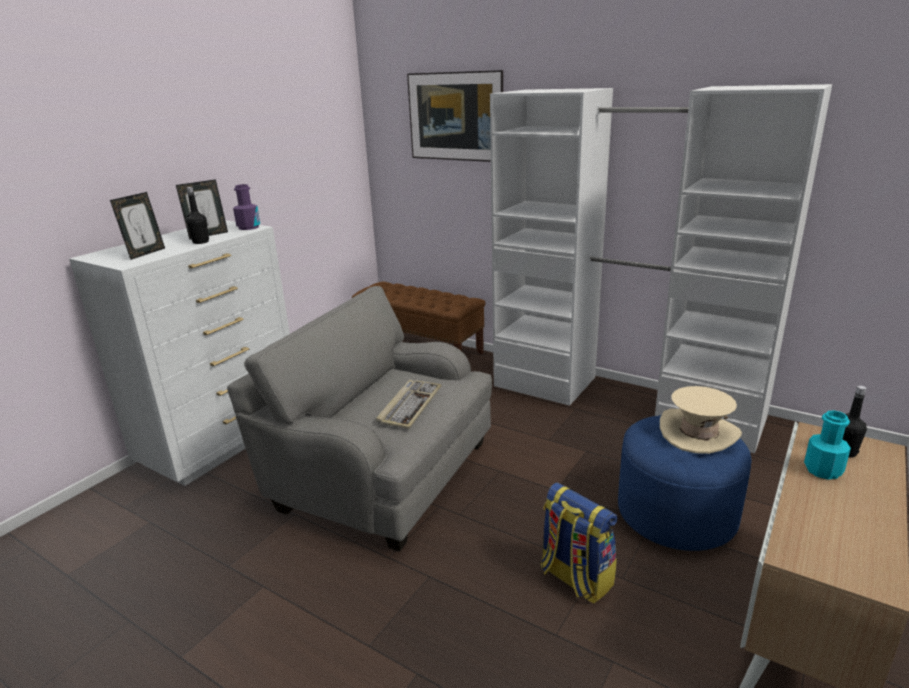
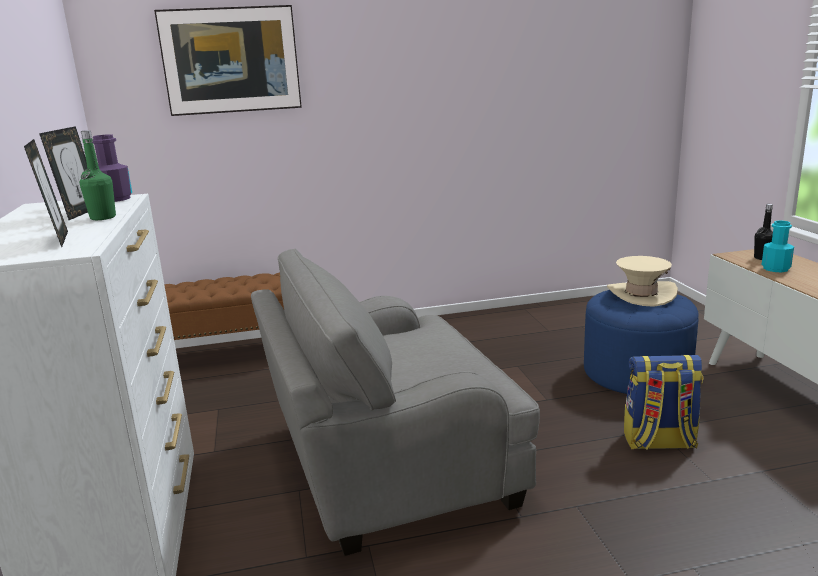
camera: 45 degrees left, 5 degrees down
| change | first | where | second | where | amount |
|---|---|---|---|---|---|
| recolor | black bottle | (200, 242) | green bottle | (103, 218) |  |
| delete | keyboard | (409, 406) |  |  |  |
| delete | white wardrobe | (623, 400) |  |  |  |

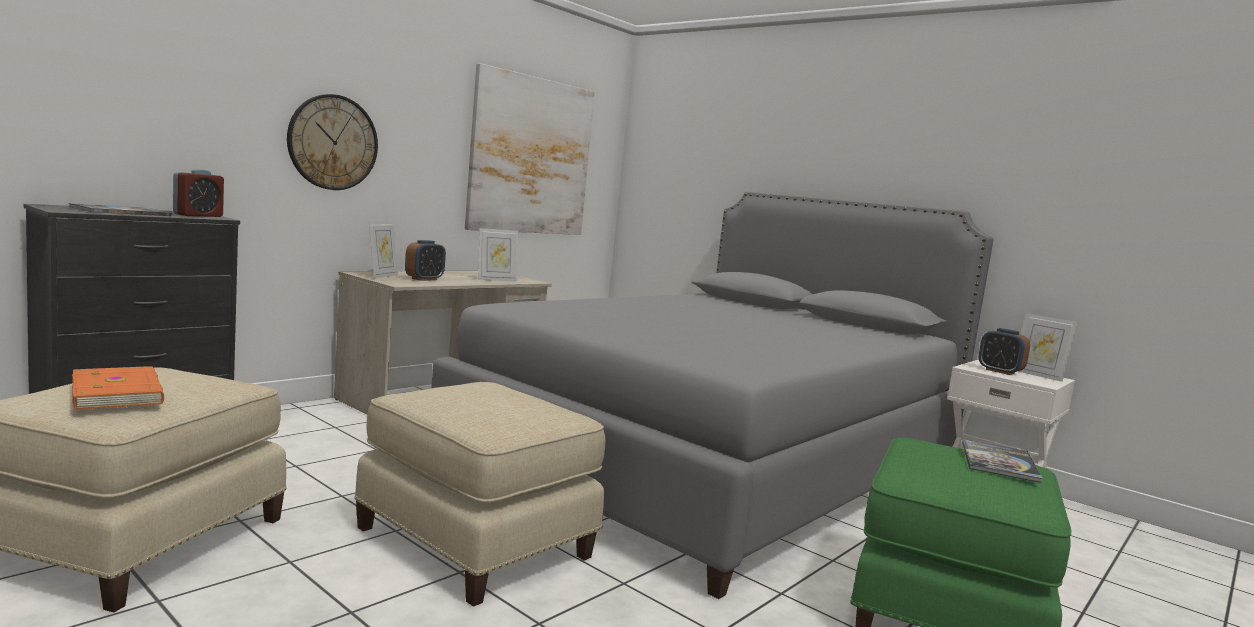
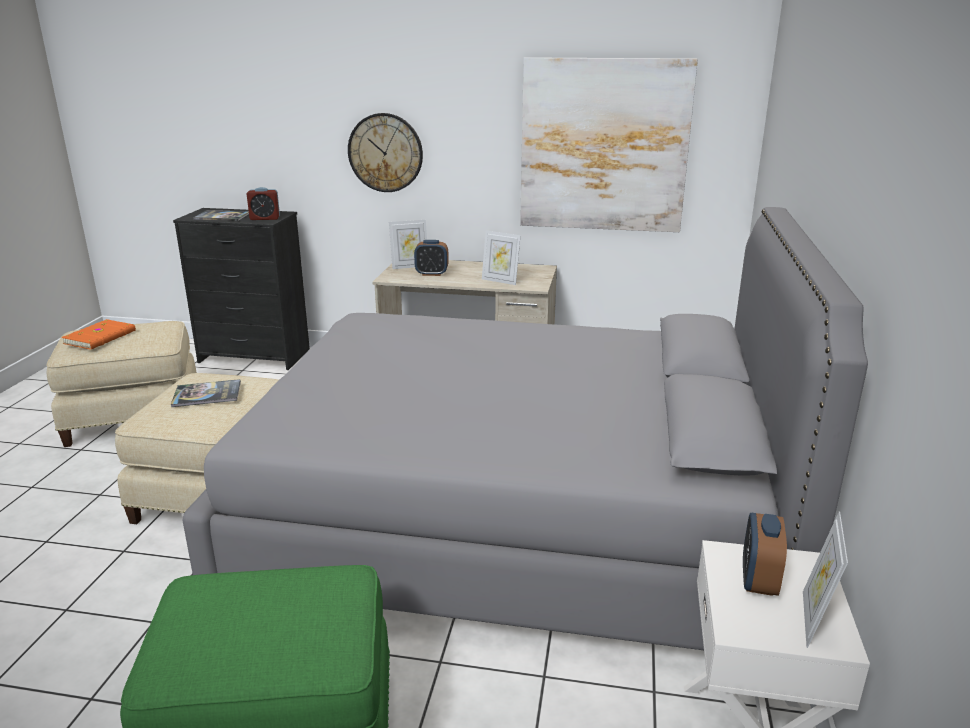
camera: 60 degrees right, 15 degrees up
| change | first | where | second | where | amount |
|---|---|---|---|---|---|
| move | book | (999, 462) |  | (207, 394) |  |

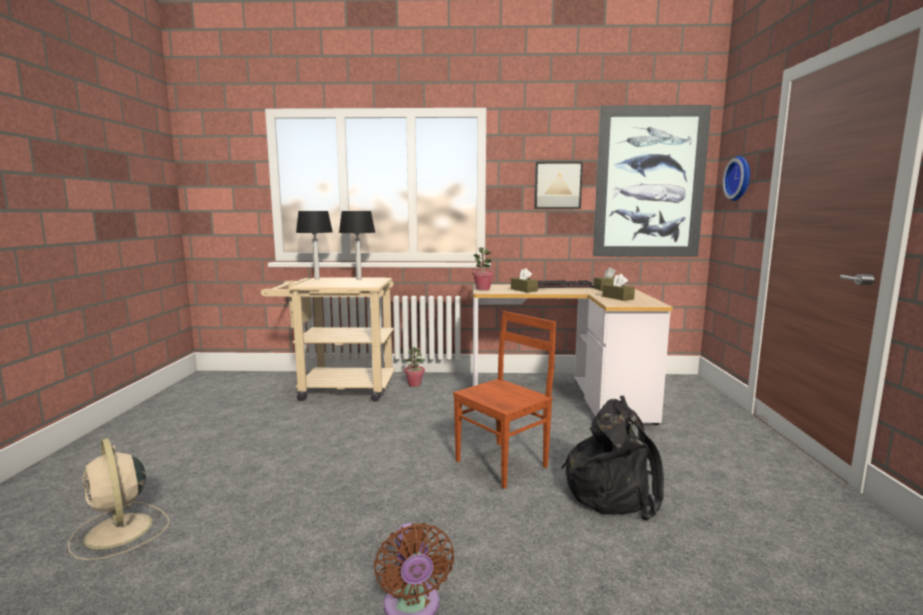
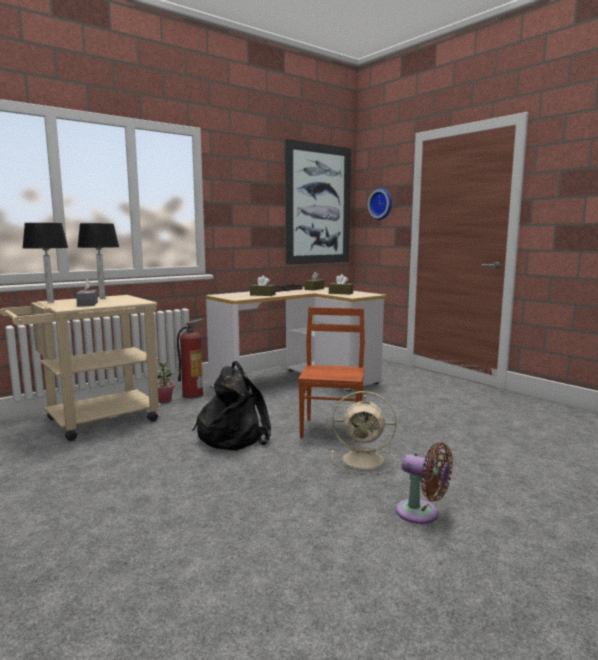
camera: 40 degrees left, 0 degrees up
| change | first | where | second | where | amount |
|---|---|---|---|---|---|
| move | beige fan | (119, 532) |  | (365, 460) |  |
| delete | potted plant | (483, 289) |  |  |  |
| delete | picture | (557, 185) |  |  |  |
| move | black backpack | (613, 491) |  | (233, 436) |  |
| insert |  |  | grey tissue box | (87, 304) |  |
| insert |  |  | fire extinguisher | (192, 395) |  |

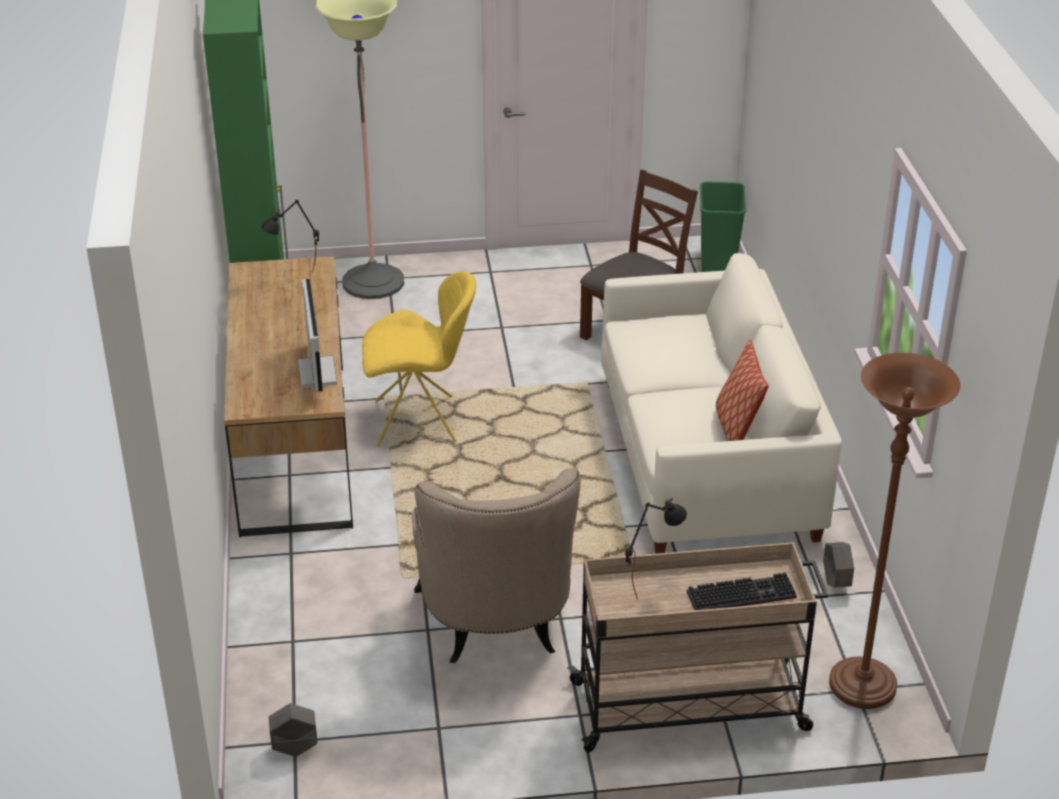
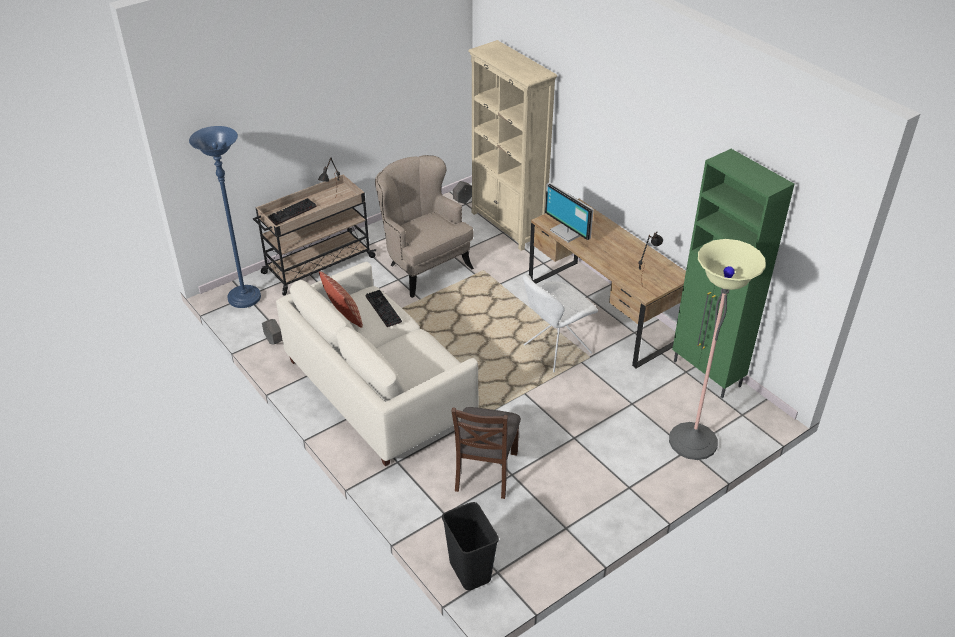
camera: 150 degrees right, 5 degrees up
| change | first | where | second | where | amount |
|---|---|---|---|---|---|
| recolor | yellow chair | (420, 421) | white chair | (555, 350) |  |
| recolor | green trash can | (716, 266) | black trash can | (471, 571) |  |
| recolor | brown floor lamp | (862, 686) | blue floor lamp | (244, 298) |  |
| insert |  |  | keyboard | (382, 309) |  |
| insert |  |  | beige bookcase | (508, 226) |  |

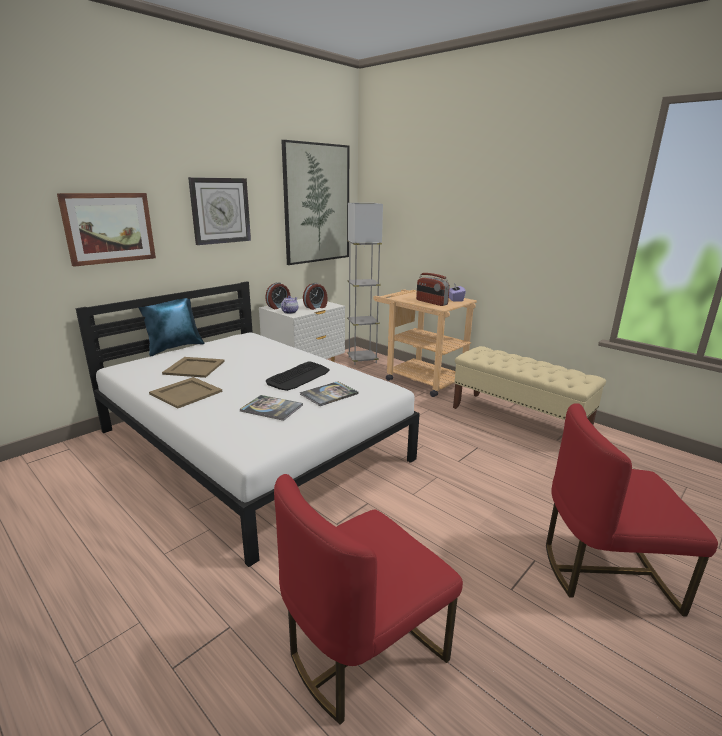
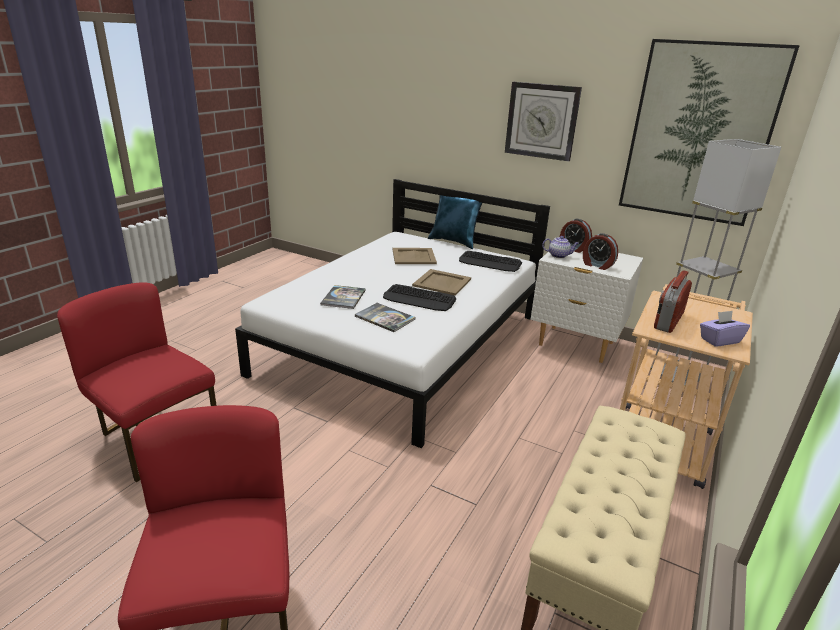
camera: 75 degrees right, 5 degrees up
| change | first | where | second | where | amount |
|---|---|---|---|---|---|
| delete | picture | (109, 228) |  |  |  |
| move | beige tray | (186, 392) |  | (442, 283) |  |
| insert |  |  | keyboard | (490, 262) |  |

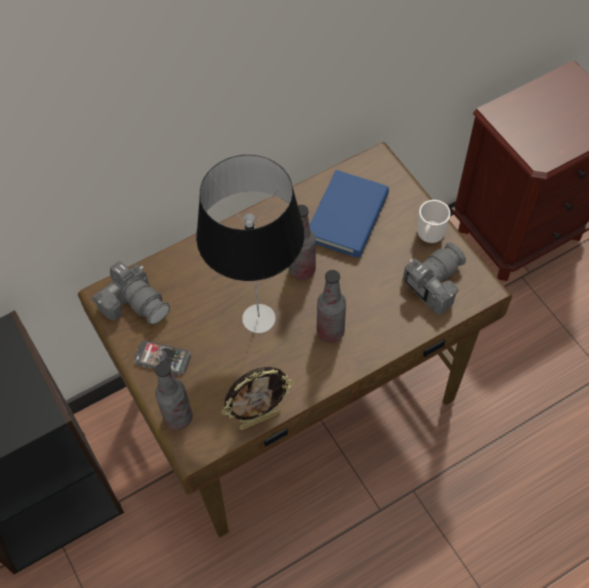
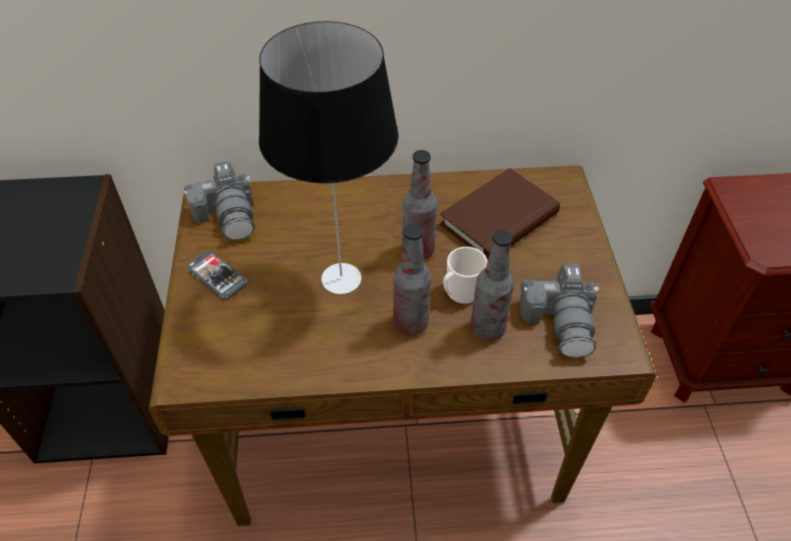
camera: 25 degrees right, 10 degrees down
| change | first | where | second | where | amount |
|---|---|---|---|---|---|
| move | bottle | (178, 417) |  | (487, 329) |  |
| delete | picture frame | (259, 419) |  |  |  |
| recolor | blue book | (347, 217) | brown book | (499, 219) |  |
| rotate | photo camera | (433, 283) |  | (561, 321) | 105 degrees clockwise |
| move | mug | (429, 235) |  | (460, 293) |  |

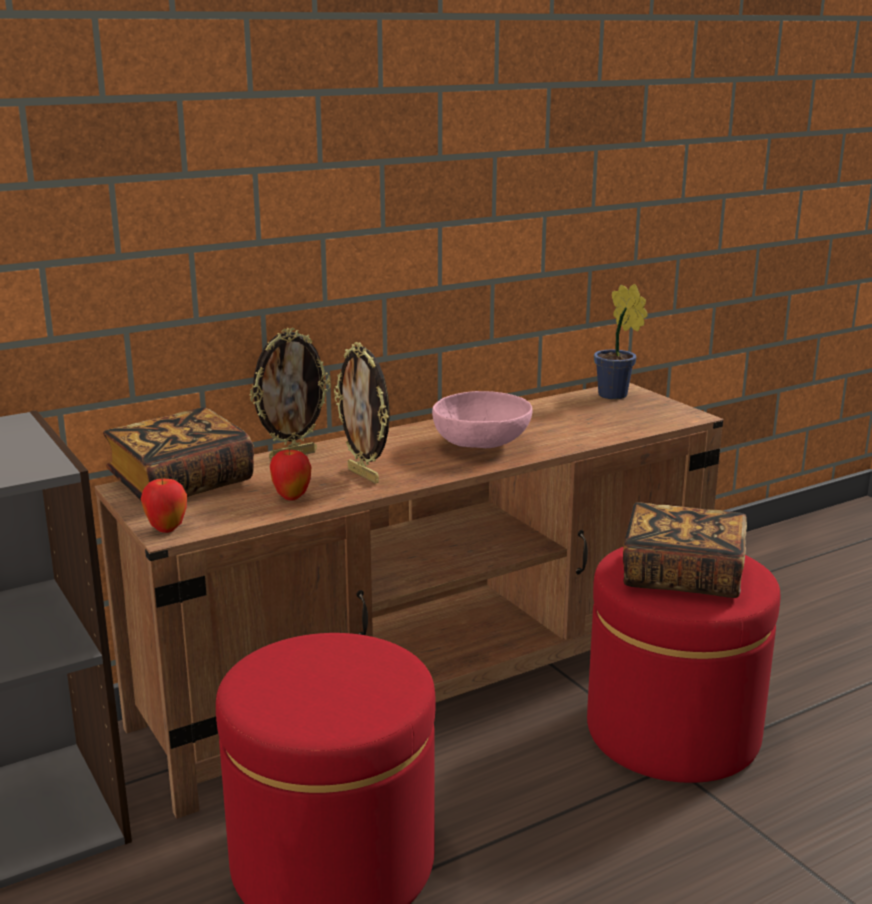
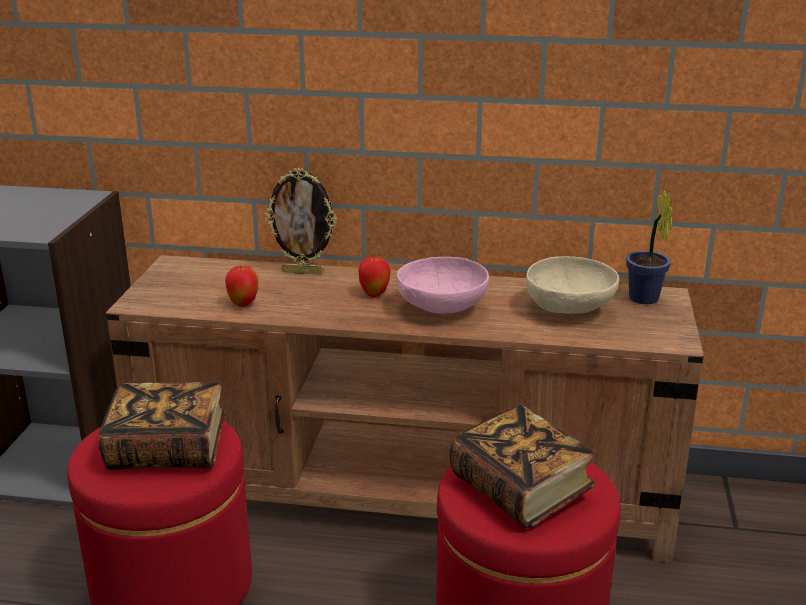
camera: 40 degrees right, 5 degrees up
| change | first | where | second | where | amount |
|---|---|---|---|---|---|
| move | book | (181, 484) |  | (167, 449) |  |
| move | apple | (166, 529) |  | (374, 294) |  |
| delete | picture frame | (365, 475) |  |  |  |
| insert |  |  | beige bowl | (570, 309) |  |

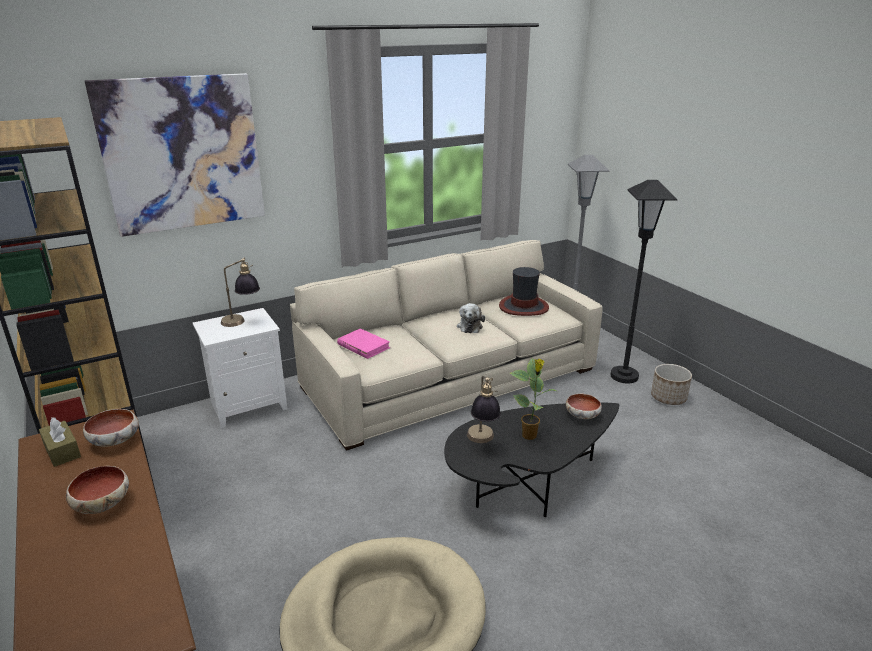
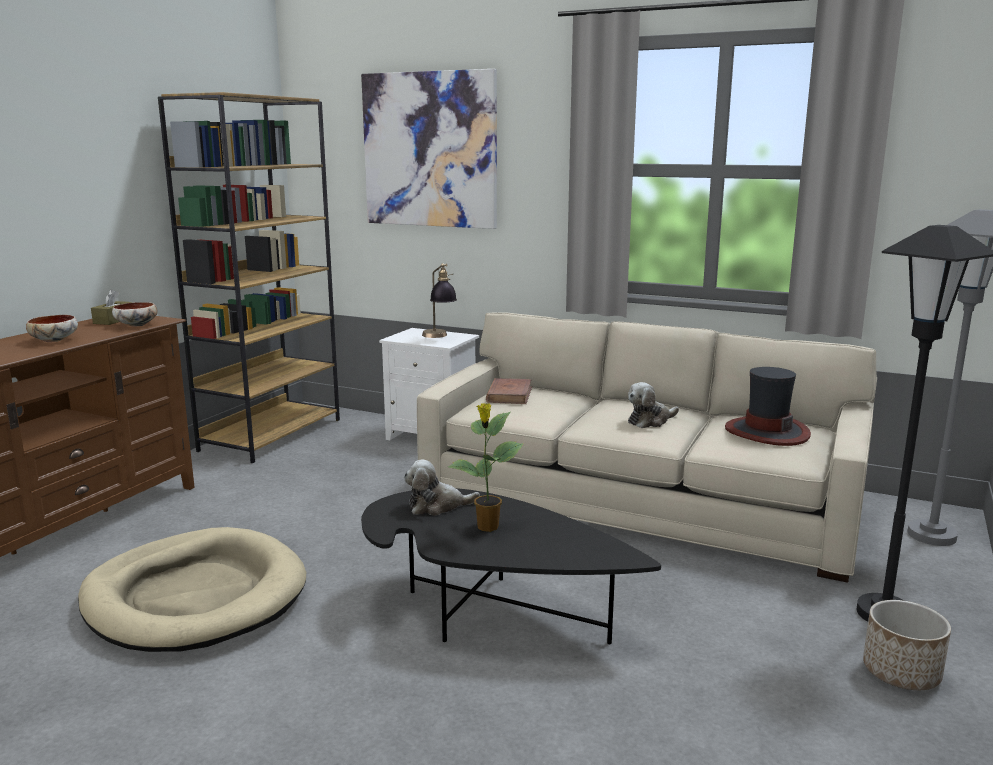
camera: 55 degrees right, 10 degrees down
| change | first | where | second | where | amount |
|---|---|---|---|---|---|
| recolor | pink book | (363, 346) | brown book | (509, 395) |  |
| replace | table lamp | (482, 442) | plush toy | (437, 506) |  |
| delete | bowl | (583, 416) |  |  |  |

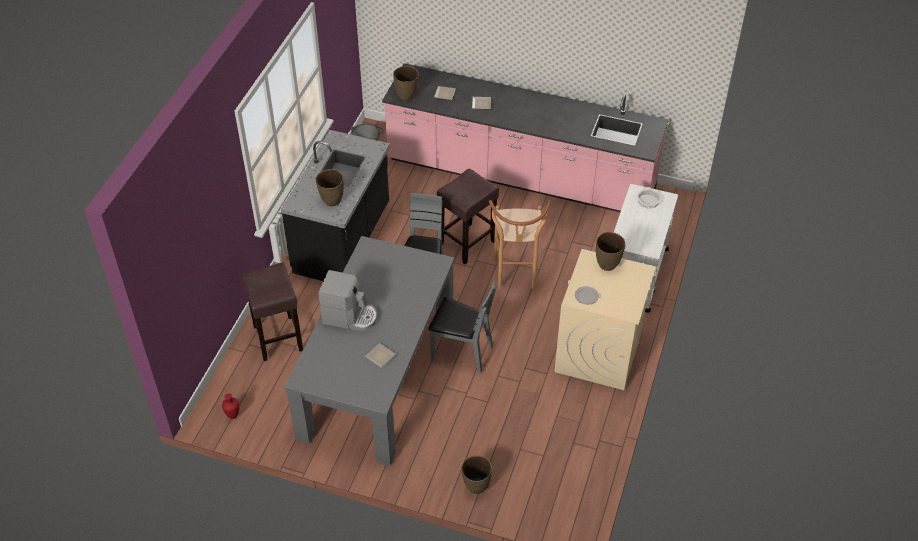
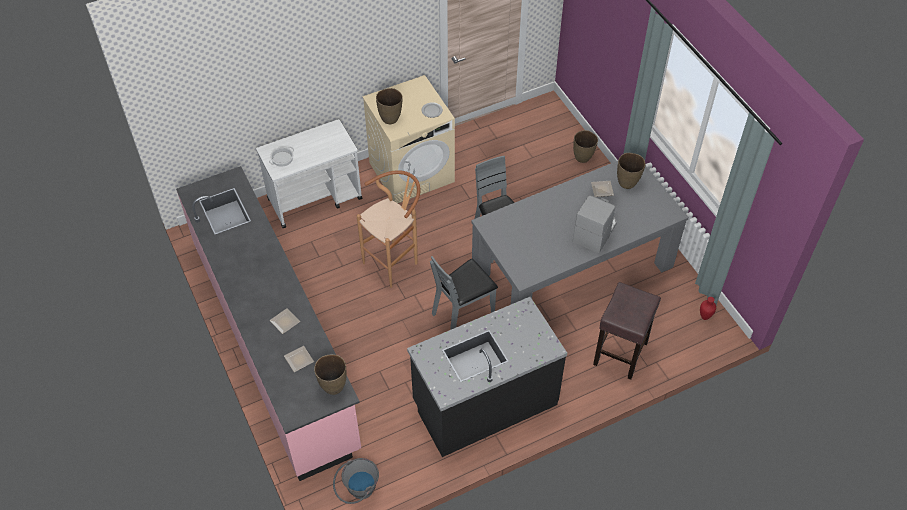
camera: 135 degrees left, 5 degrees up
| change | first | where | second | where | amount |
|---|---|---|---|---|---|
| move | brown vase | (332, 201) |  | (627, 183) |  |
| rotate | coffee machine | (350, 316) |  | (595, 232) | 60 degrees clockwise |
| delete | brown stool | (467, 242) |  |  |  |

